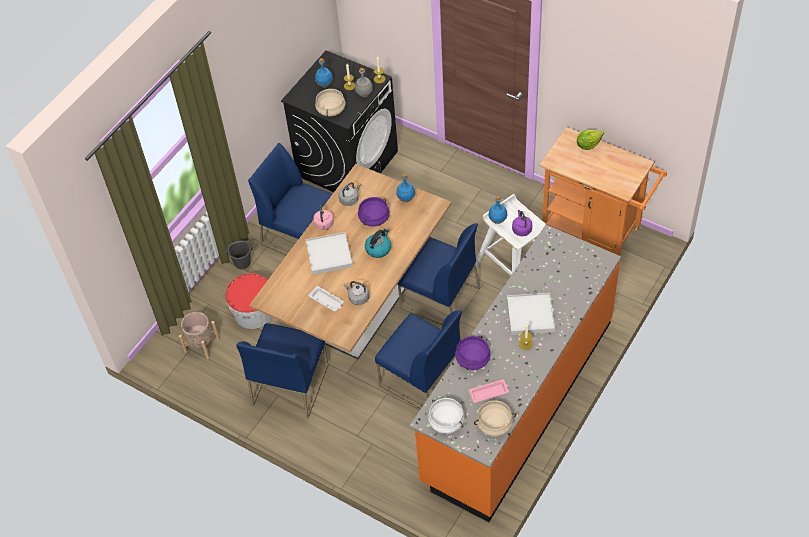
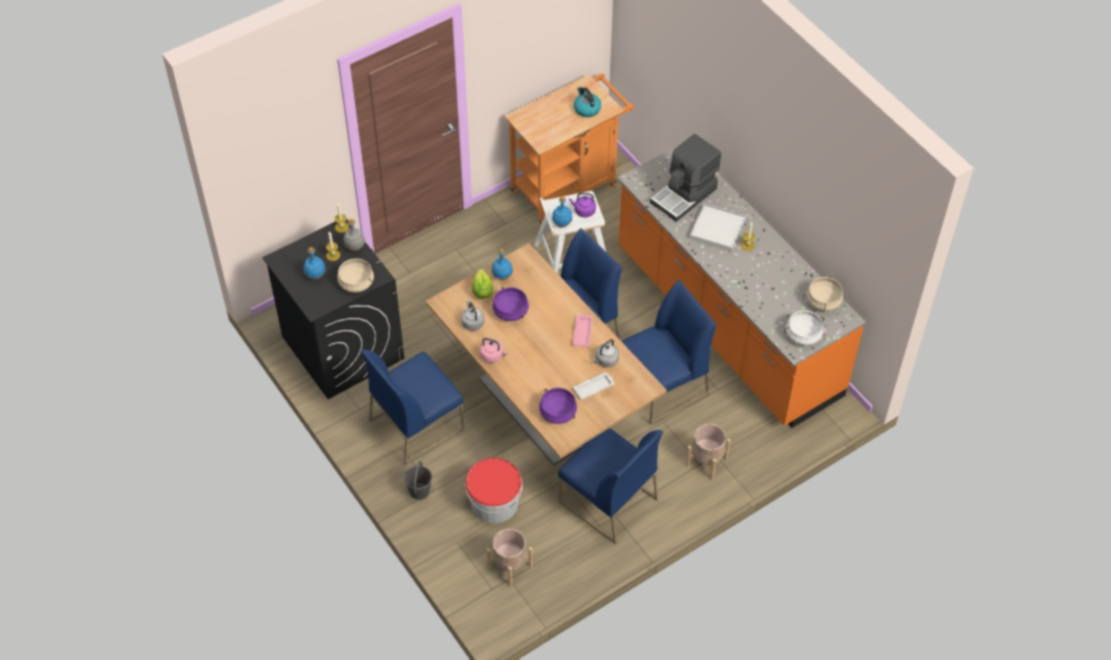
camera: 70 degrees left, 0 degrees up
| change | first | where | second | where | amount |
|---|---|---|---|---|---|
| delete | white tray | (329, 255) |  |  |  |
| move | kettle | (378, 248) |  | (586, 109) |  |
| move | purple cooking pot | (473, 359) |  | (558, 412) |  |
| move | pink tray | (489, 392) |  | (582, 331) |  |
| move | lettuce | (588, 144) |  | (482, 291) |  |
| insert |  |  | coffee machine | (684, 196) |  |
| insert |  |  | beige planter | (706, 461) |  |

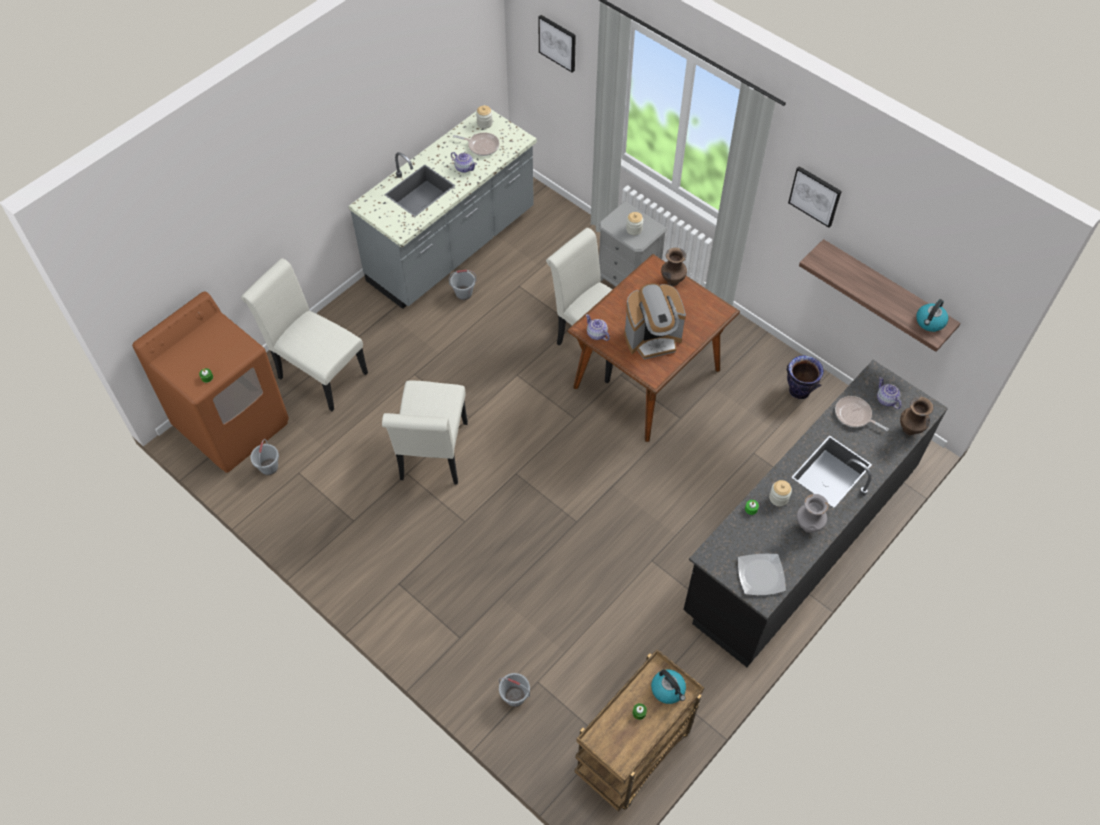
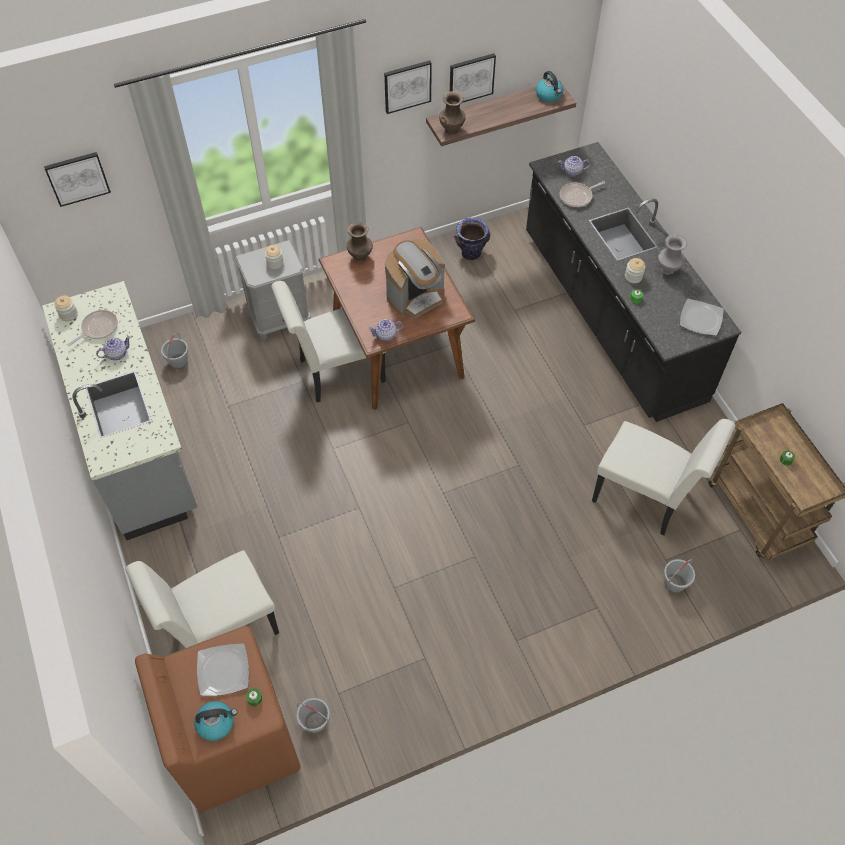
camera: 65 degrees left, 0 degrees up
| change | first | where | second | where | amount |
|---|---|---|---|---|---|
| move | white chair | (433, 456) |  | (646, 498) |  |
| move | grey bucket | (464, 293) |  | (178, 362) |  |
| rotate | coffee machine | (652, 339) |  | (416, 297) | 45 degrees clockwise |
| move | kettle | (668, 690) |  | (216, 723) |  |
| move | brown vase | (910, 429) |  | (452, 130) |  |
| insert |  |  | plate | (222, 670) |  |
| insert |  |  | picture | (471, 78) |  |

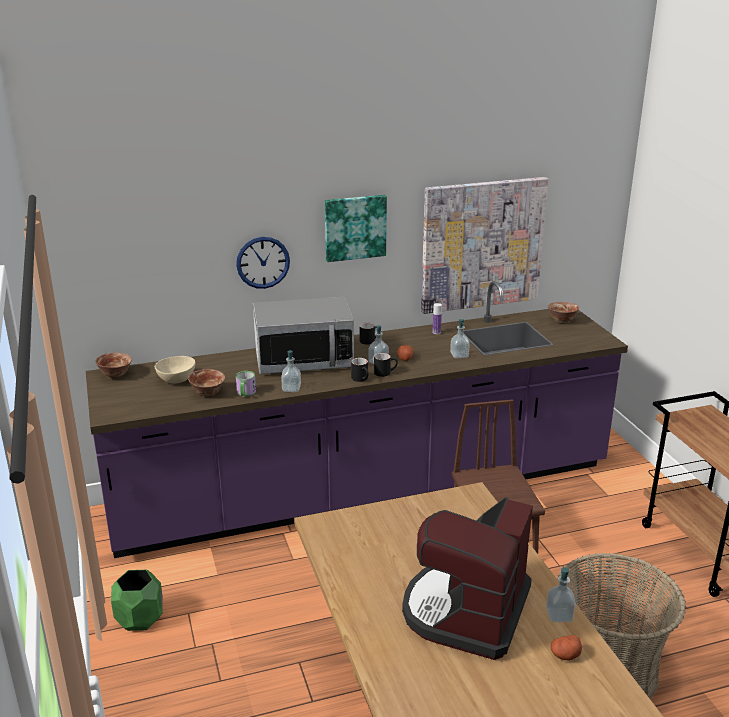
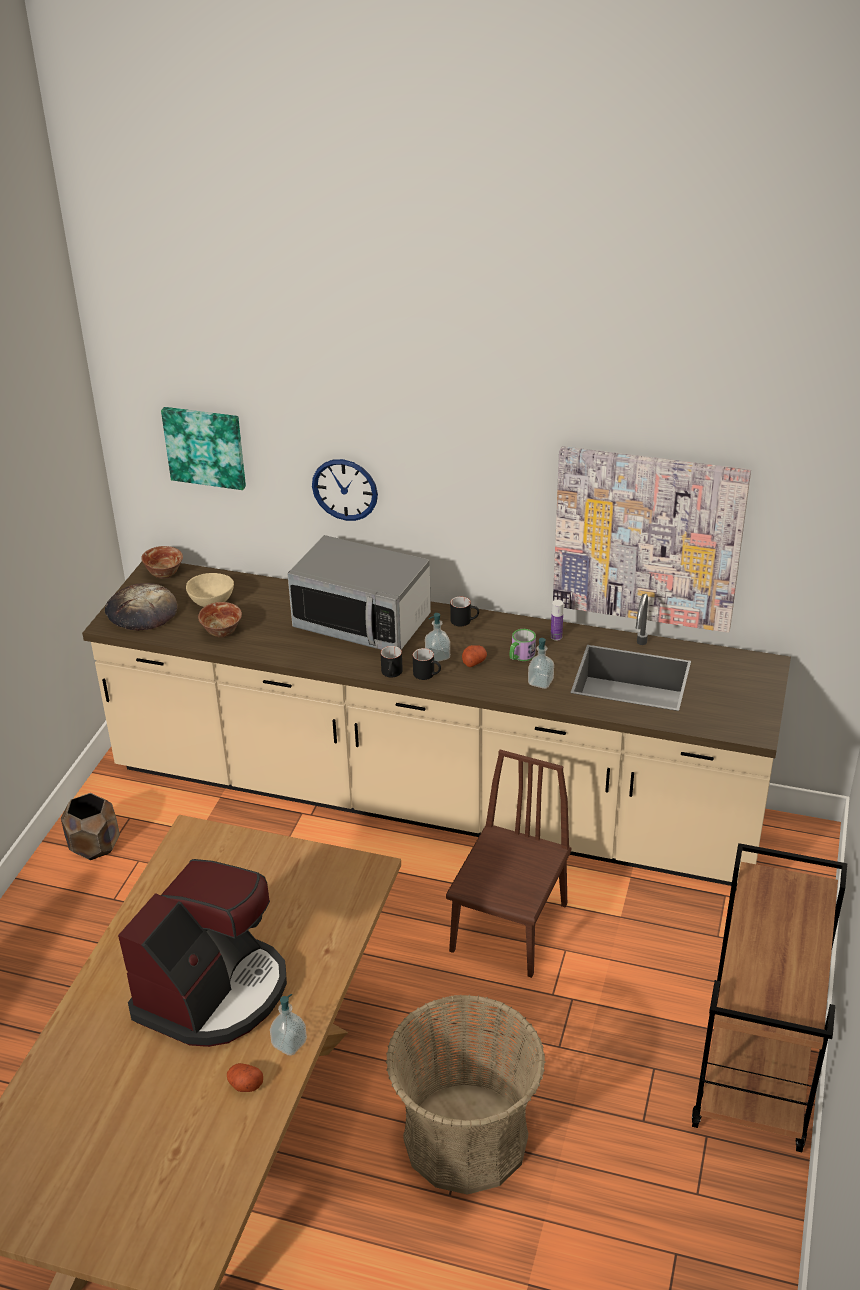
camera: 35 degrees right, 10 degrees up
| change | first | where | second | where | amount |
|---|---|---|---|---|---|
| recolor | purple counter | (364, 491) | beige counter | (433, 799) |  |
| recolor | green planter | (140, 618) | brown planter | (95, 845) |  |
| move | mug | (245, 393) |  | (520, 656) |  |
| delete | soap dispenser | (291, 389) |  |  |  |
| move | picture | (355, 227) |  | (205, 446) |  |
| rotate | coffee machine | (466, 611) |  | (213, 992) | 150 degrees clockwise |
| delete | bowl | (561, 321) |  |  |  |
| insert |  |  | bread | (142, 611) |  |

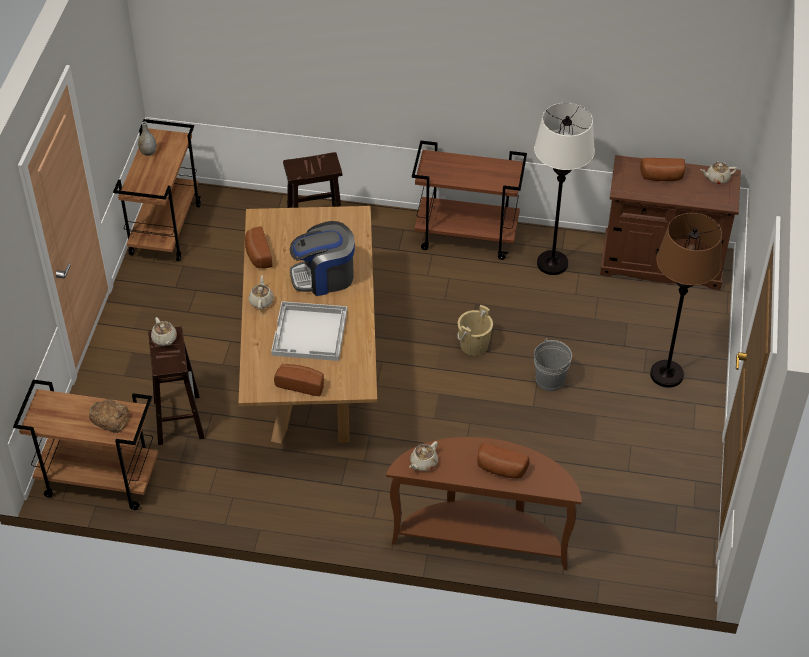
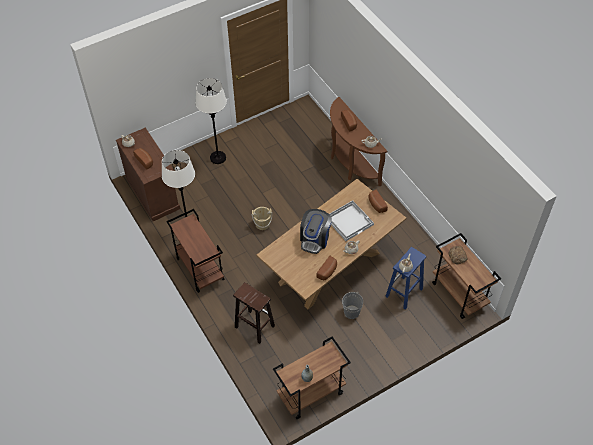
camera: 130 degrees left, 5 degrees up
| change | first | where | second | where | amount |
|---|---|---|---|---|---|
| recolor | brown stool | (178, 418) | blue stool | (403, 293) |  |
| rotate | coffee machine | (324, 277) |  | (315, 239) | 75 degrees clockwise |
| move | grey bucket | (550, 380) |  | (351, 312) |  |
| recolor | brown floor lamp | (667, 374) | white floor lamp | (218, 157) |  |

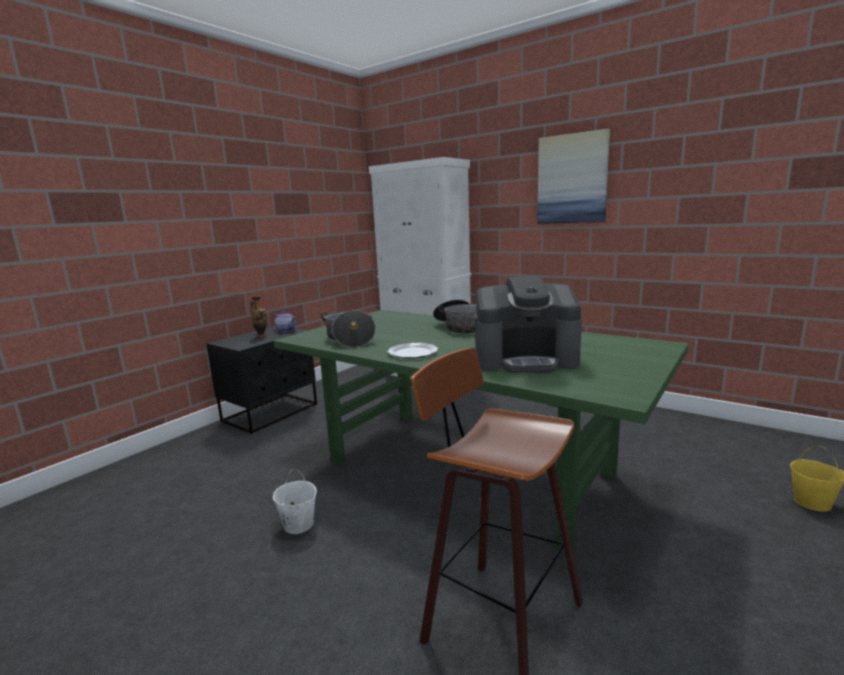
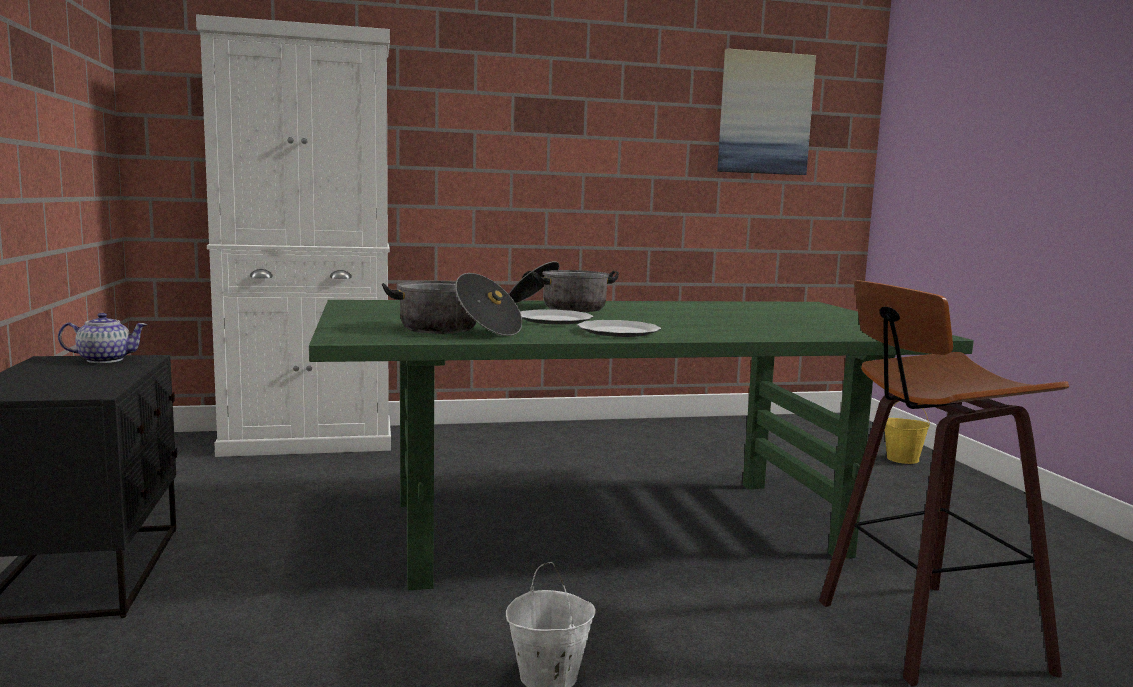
camera: 50 degrees left, 5 degrees down
| change | first | where | second | where | amount |
|---|---|---|---|---|---|
| delete | vase | (261, 336) |  |  |  |
| delete | coffee machine | (525, 359) |  |  |  |
| move | picture | (572, 179) |  | (764, 113) |  |
| insert |  |  | plate | (553, 320) |  |

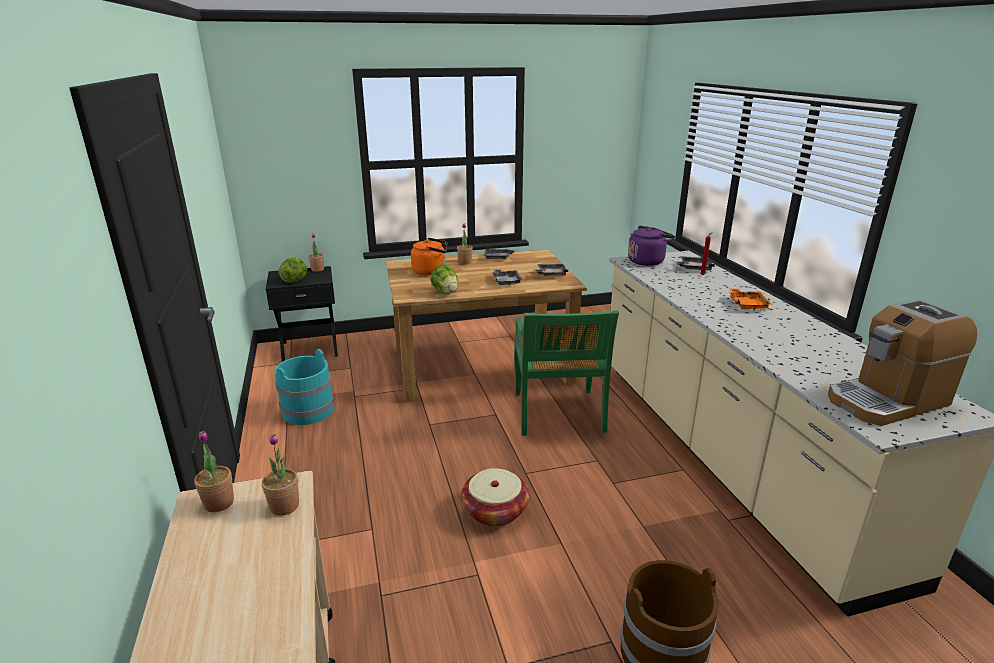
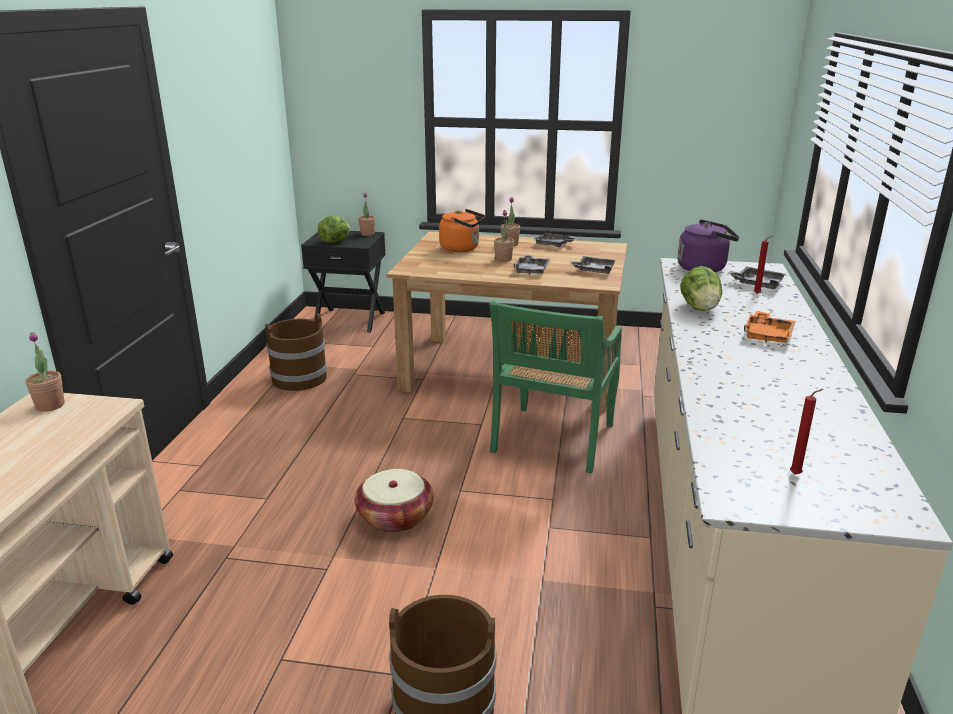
camera: 25 degrees right, 0 degrees up
| change | first | where | second | where | amount |
|---|---|---|---|---|---|
| move | potted plant | (284, 506) |  | (503, 259) |  |
| recolor | turquoise bucket | (308, 410) | brown bucket | (299, 378) |  |
| move | lettuce | (445, 292) |  | (700, 308) |  |
| replace | coffee machine | (887, 400) | red candle | (797, 474) |  |

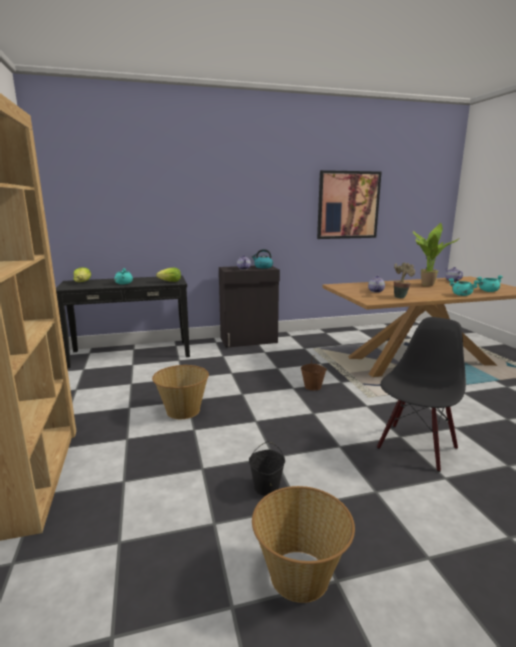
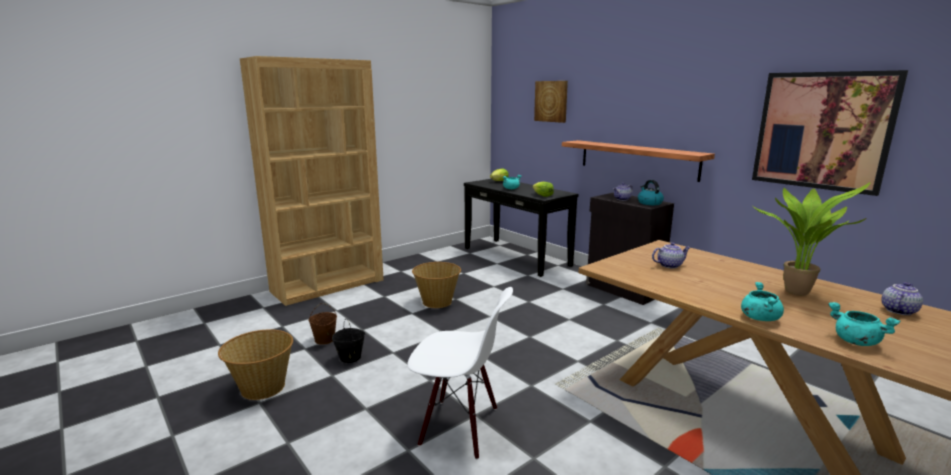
camera: 65 degrees right, 0 degrees up
| change | first | where | second | where | amount |
|---|---|---|---|---|---|
| move | brown bucket | (313, 387) |  | (324, 340) |  |
| recolor | black chair | (416, 447) | white chair | (459, 427) |  |
| delete | potted plant | (400, 297) |  |  |  |
| insert |  |  | picture | (551, 101) |  |
| insert |  |  | shelf | (637, 159) |  |

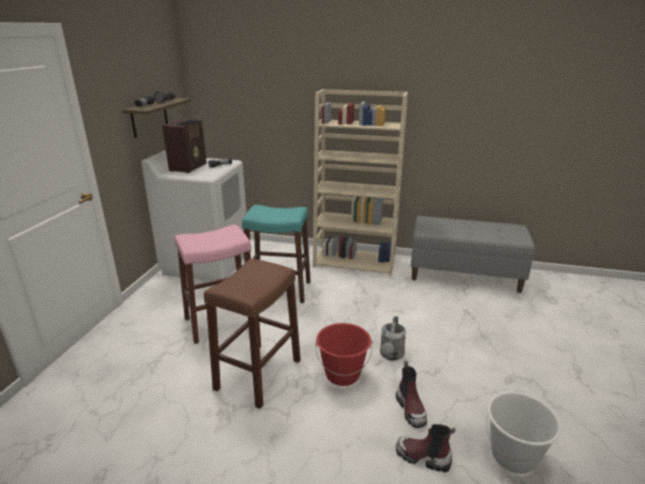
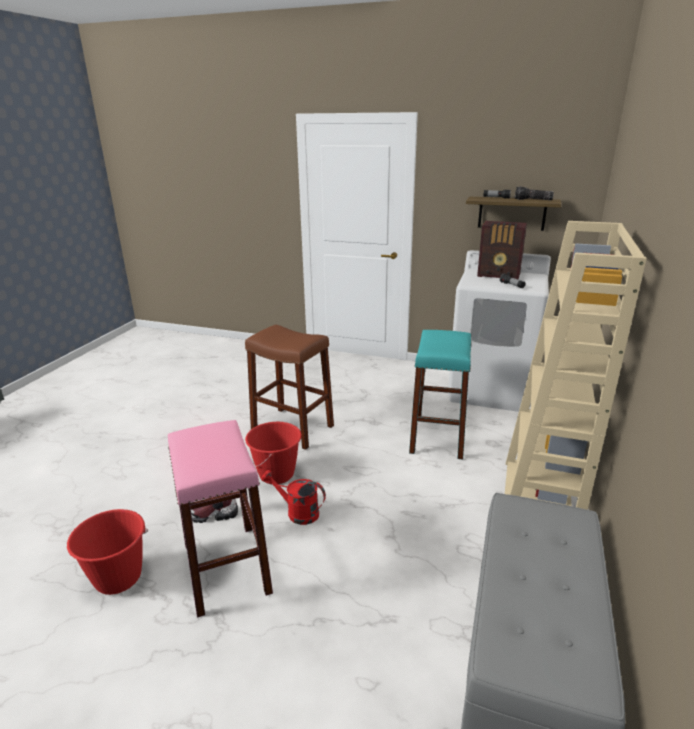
camera: 95 degrees right, 0 degrees up
| change | first | where | second | where | amount |
|---|---|---|---|---|---|
| move | pink stool | (221, 322) |  | (226, 567) |  |
| recolor | grey watering can | (391, 355) | red watering can | (297, 512) |  |
| delete | boot | (423, 457) |  |  |  |
| recolor | white bucket | (513, 456) | red bucket | (118, 578) |  |

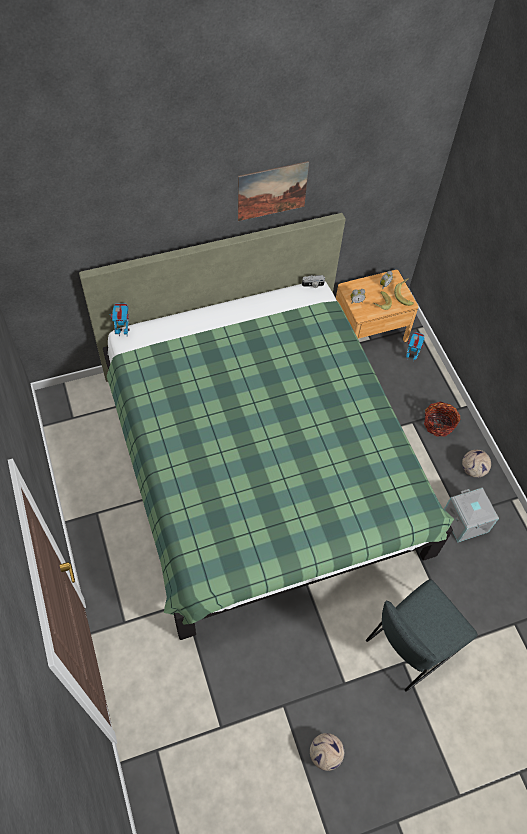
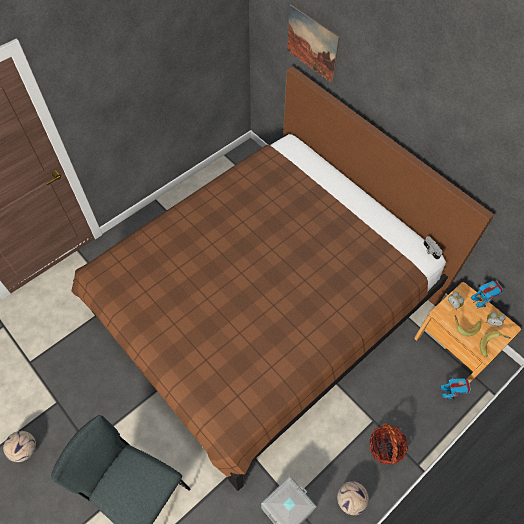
camera: 70 degrees right, 0 degrees up
| change | first | where | second | where | amount |
|---|---|---|---|---|---|
| recolor | green bed | (260, 463) | brown bed | (263, 305) |  |
| move | toy robot | (123, 332) |  | (479, 303) |  |
| move | picture | (272, 191) |  | (312, 43) |  |

